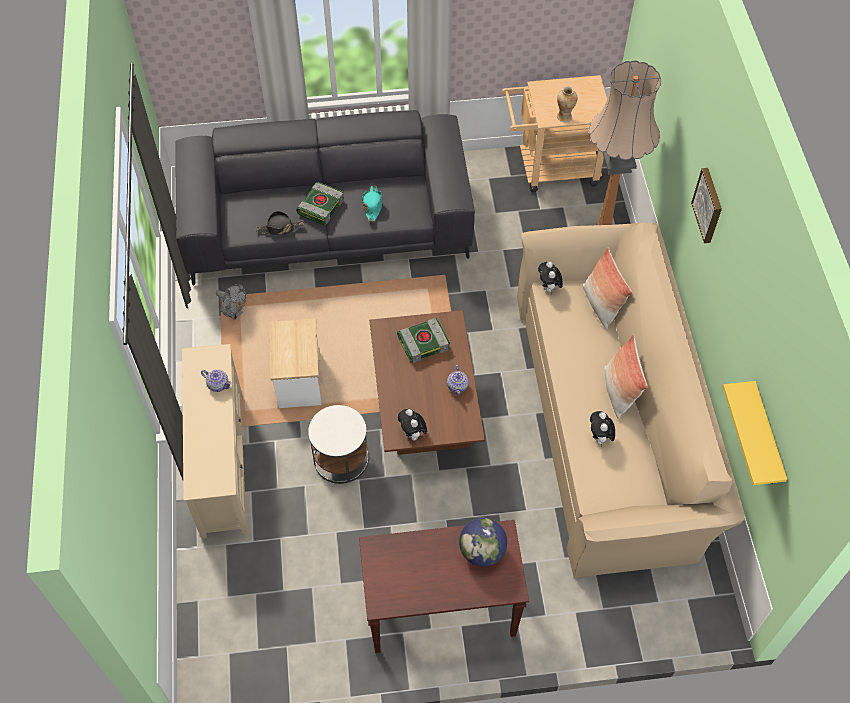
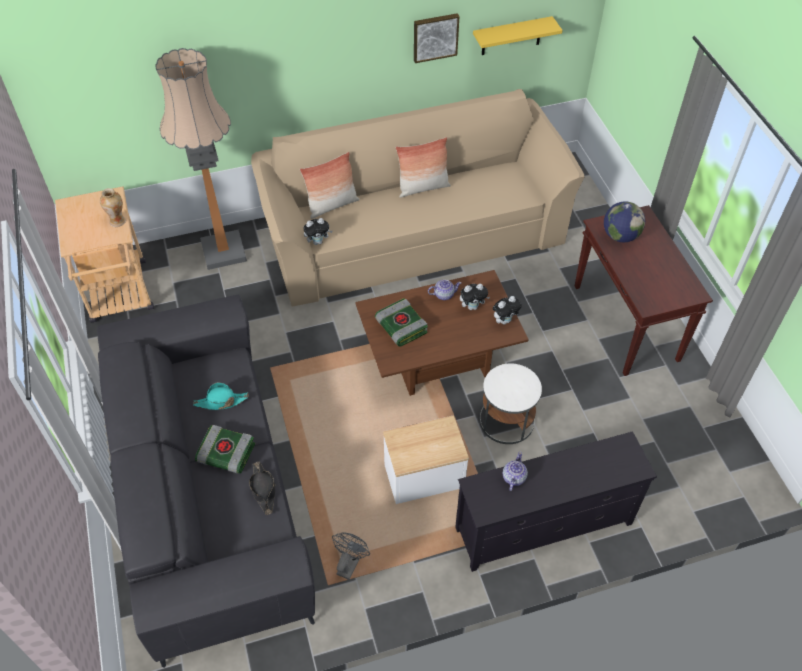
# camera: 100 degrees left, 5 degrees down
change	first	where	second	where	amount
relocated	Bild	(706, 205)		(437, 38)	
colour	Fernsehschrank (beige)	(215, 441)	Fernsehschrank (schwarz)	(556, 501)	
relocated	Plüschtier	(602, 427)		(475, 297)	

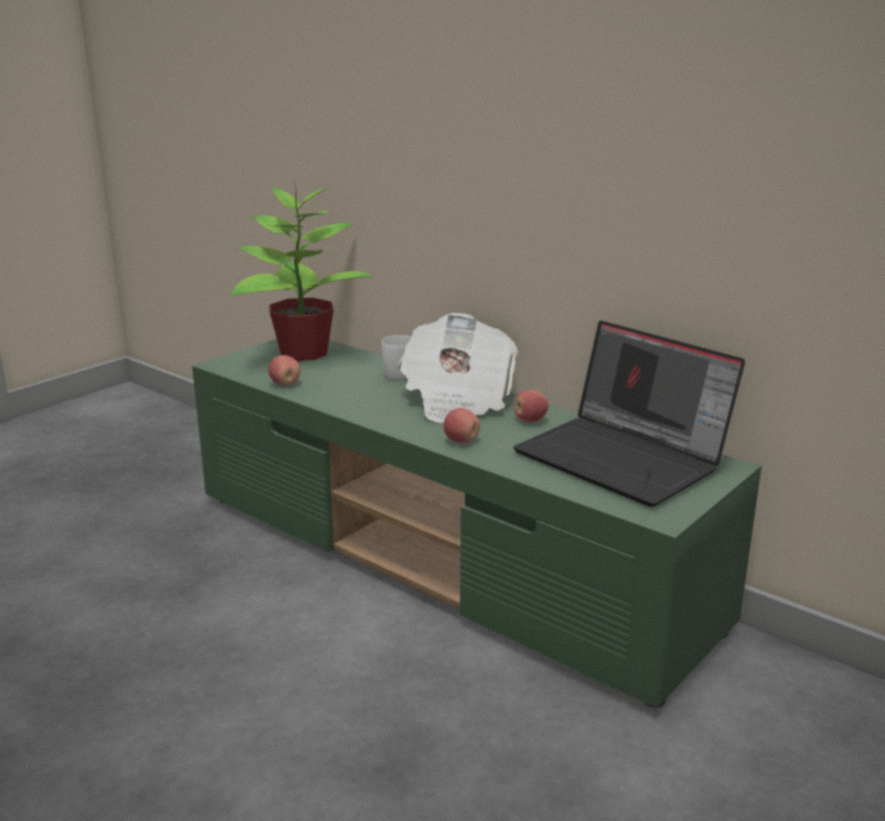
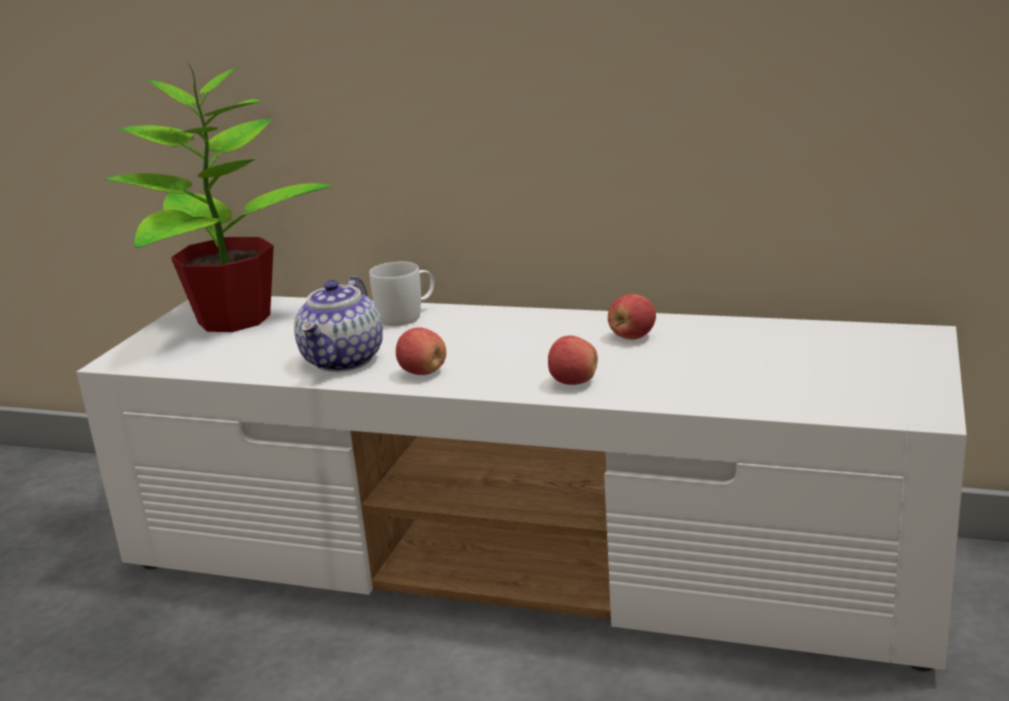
# camera: 20 degrees left, 0 degrees up
change	first	where	second	where	amount
missing	Zeitung	(458, 368)			
missing	Laptop	(629, 414)			
colour	Fernsehschrank (grün)	(477, 523)	Fernsehschrank (weiß)	(522, 483)	
relocated	Apfel	(284, 370)		(421, 351)	
appeared			Teekanne	(338, 324)	

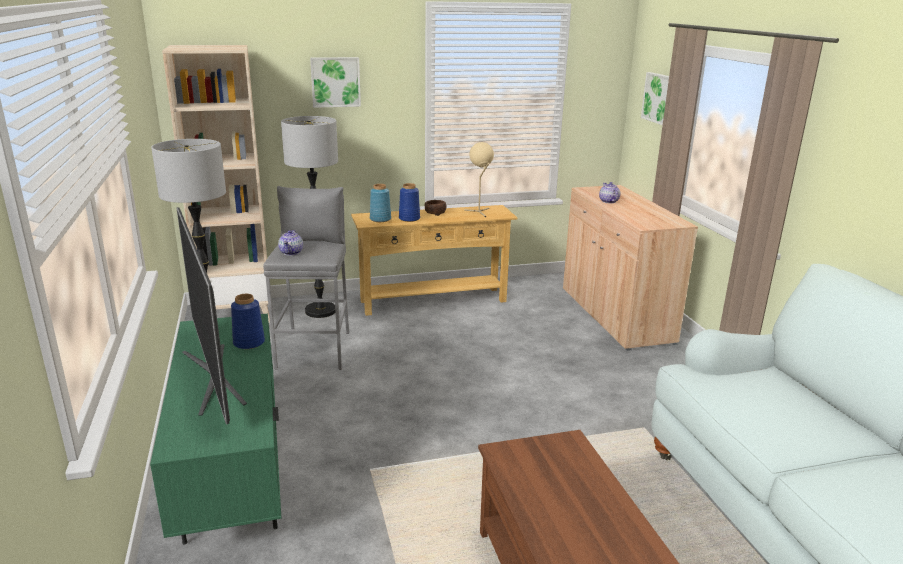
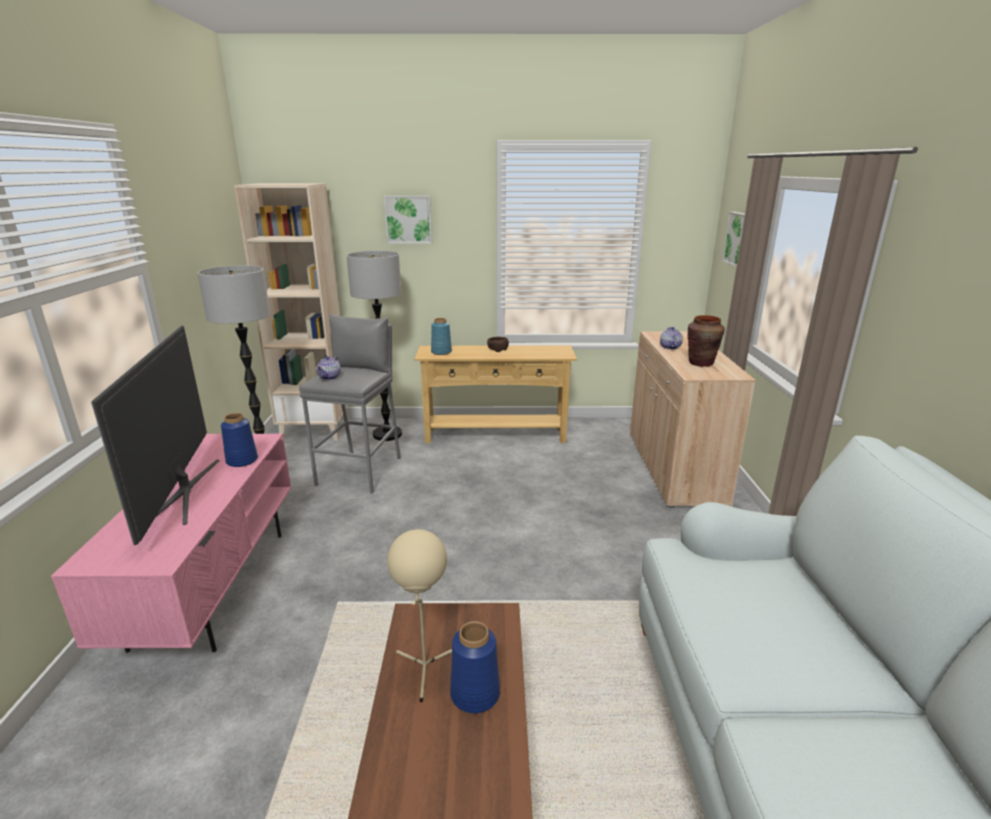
# camera: 15 degrees right, 0 degrees up
change	first	where	second	where	amount
relocated	Tischlampe (beige)	(479, 179)		(419, 615)	
relocated	Vase (blau)	(409, 202)		(475, 667)	
colour	Fernsehschrank (grün)	(215, 429)	Fernsehschrank (rosa)	(171, 543)	
appeared			Vase (braun)	(706, 341)	

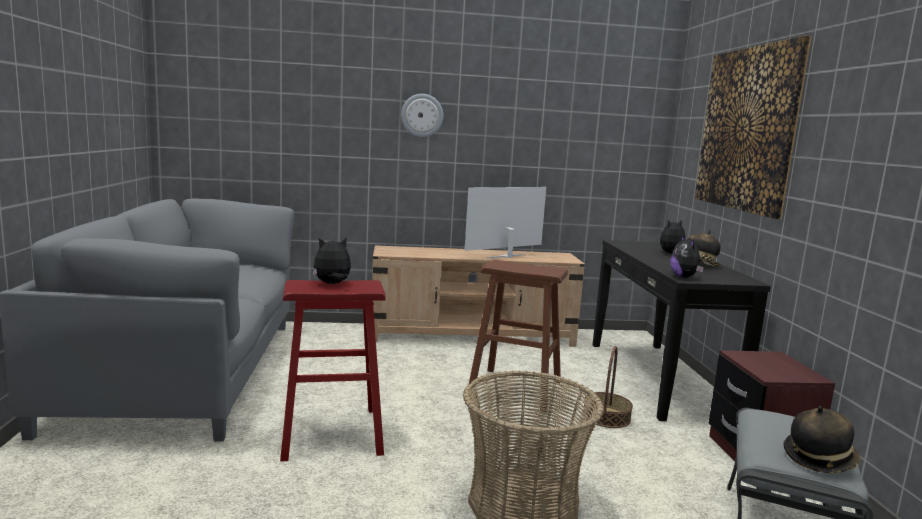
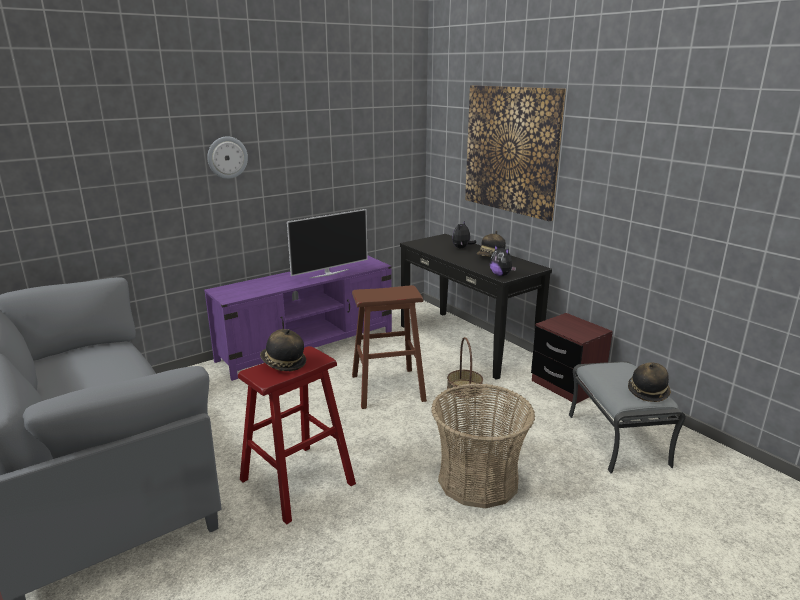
# camera: 30 degrees left, 10 degrees up
change	first	where	second	where	amount
spun	Fernseher	(505, 223)		(327, 244)	150 degrees counterclockwise
exchanged	Plüschtier	(332, 261)	Hut	(283, 350)	
colour	Fernsehschrank (beige)	(478, 296)	Fernsehschrank (lila)	(298, 318)	

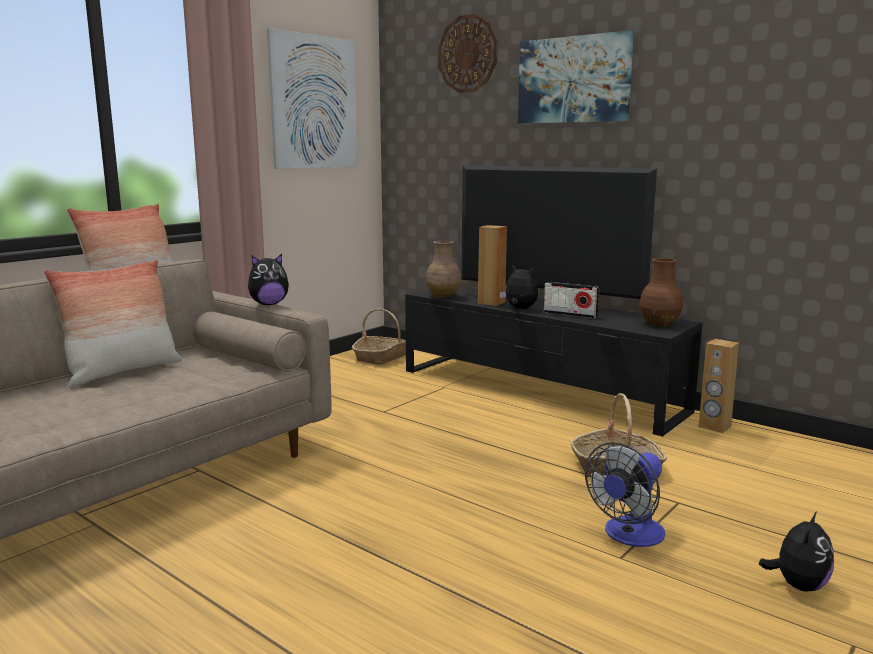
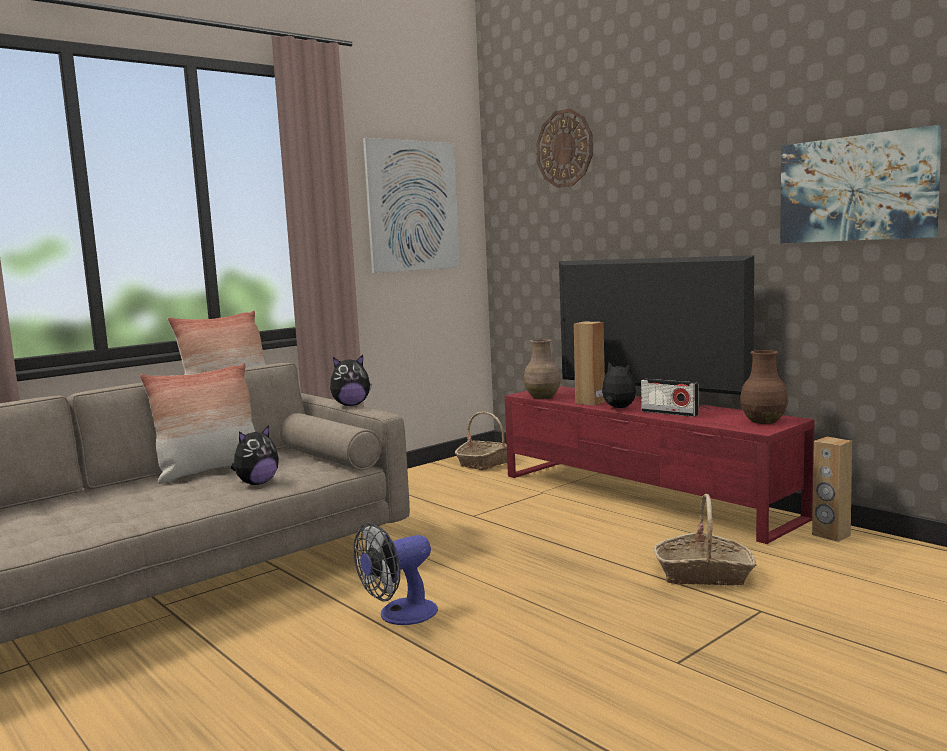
# camera: 10 degrees right, 5 degrees down
change	first	where	second	where	amount
relocated	Bild	(576, 77)		(861, 184)	
colour	Fernsehschrank (schwarz)	(554, 361)	Fernsehschrank (rot)	(660, 465)	
relocated	Ventilator	(625, 494)		(396, 573)	
relocated	Plüschtier	(796, 551)		(255, 455)	

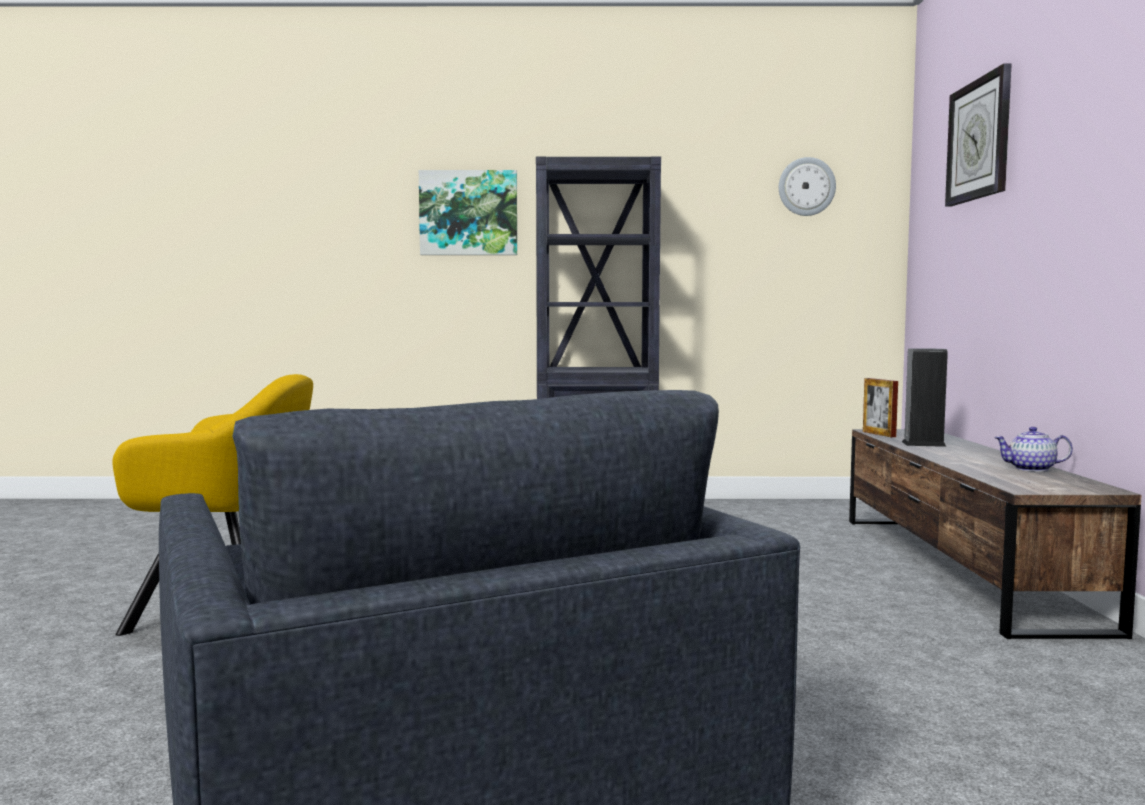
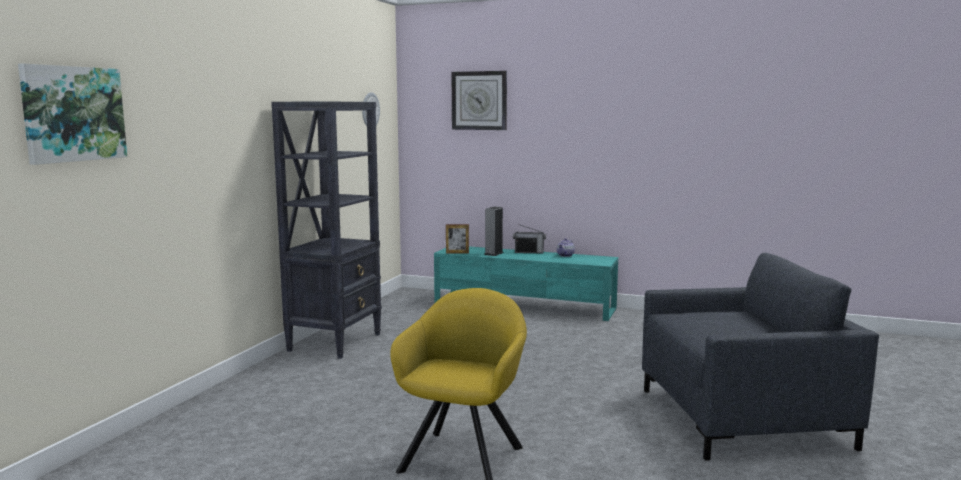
# camera: 70 degrees left, 5 degrees up
change	first	where	second	where	amount
relocated	Bild	(468, 212)		(72, 114)	
colour	Fernsehschrank (braun)	(995, 534)	Fernsehschrank (türkis)	(526, 283)	
appeared			Radio	(529, 238)	

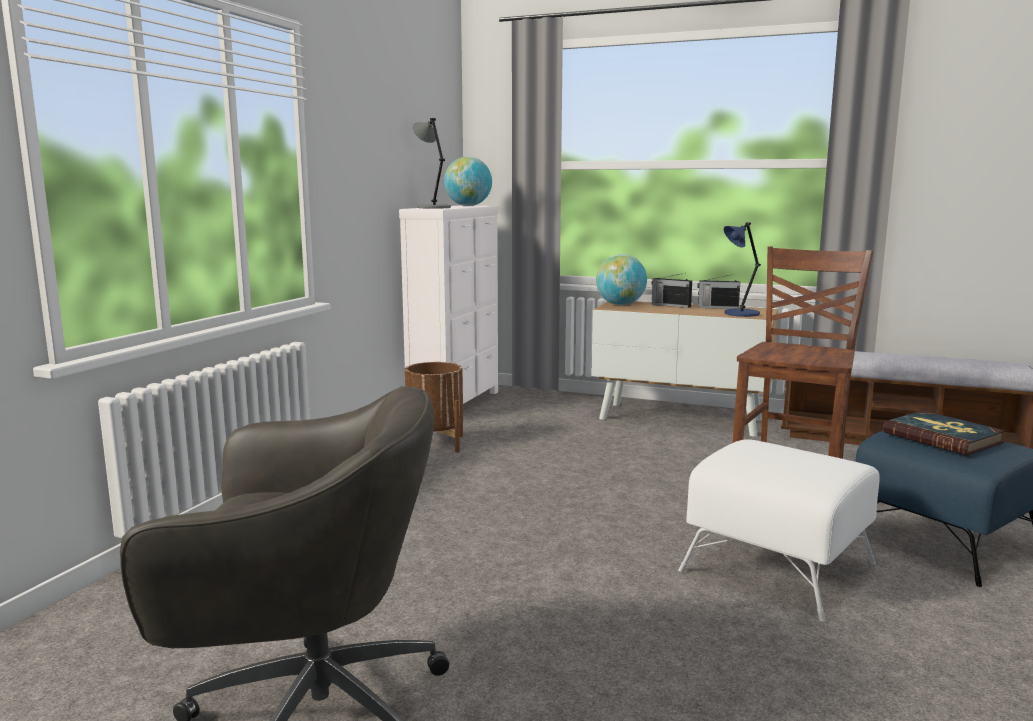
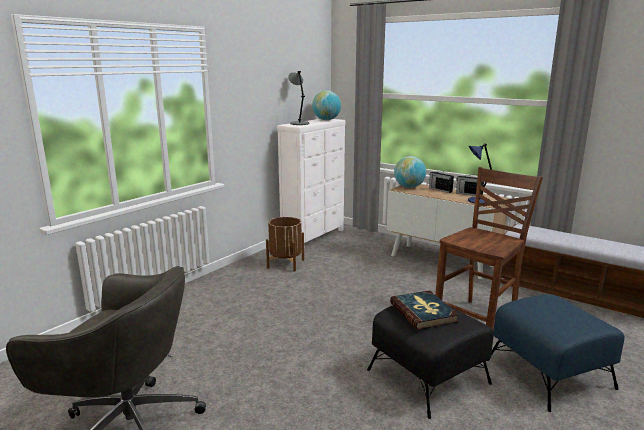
# camera: 15 degrees right, 5 degrees up
change	first	where	second	where	amount
relocated	Buch	(944, 433)		(424, 310)	
colour	Polsterhocker (weiß)	(779, 530)	Polsterhocker (schwarz)	(430, 362)	

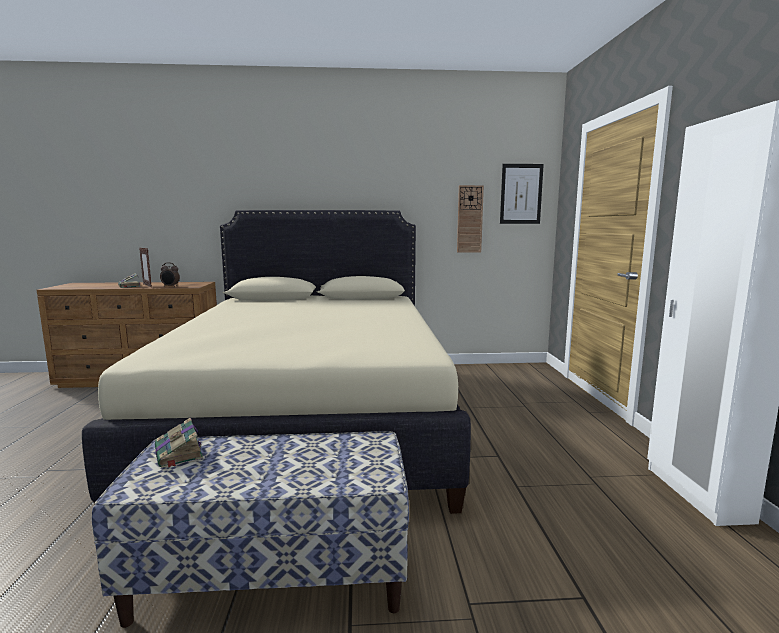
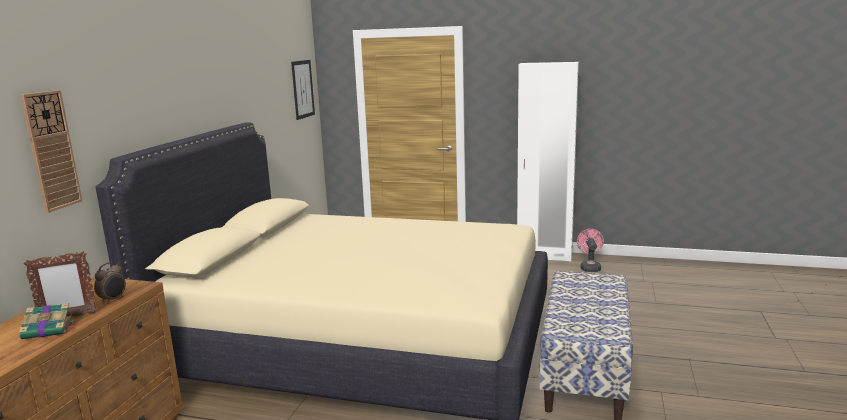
# camera: 70 degrees left, 5 degrees up
change	first	where	second	where	amount
relocated	Wanduhr	(470, 219)		(51, 151)	
missing	Buch	(179, 442)			
appeared			Ventilator (rosa)	(590, 250)	

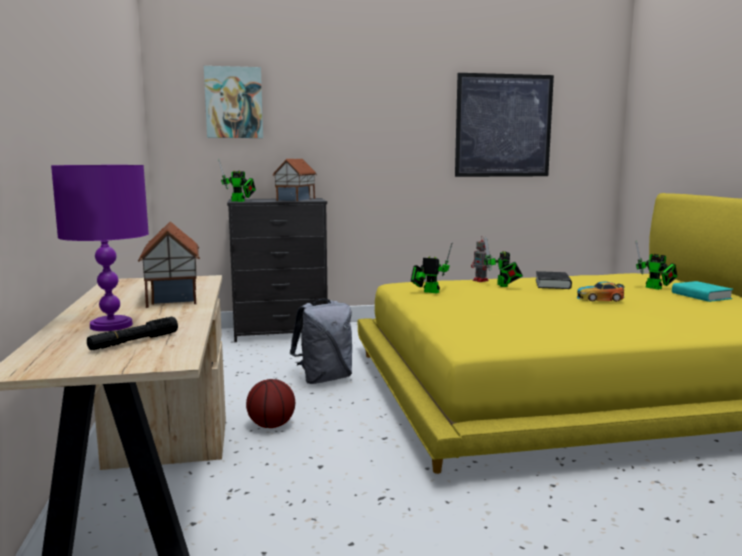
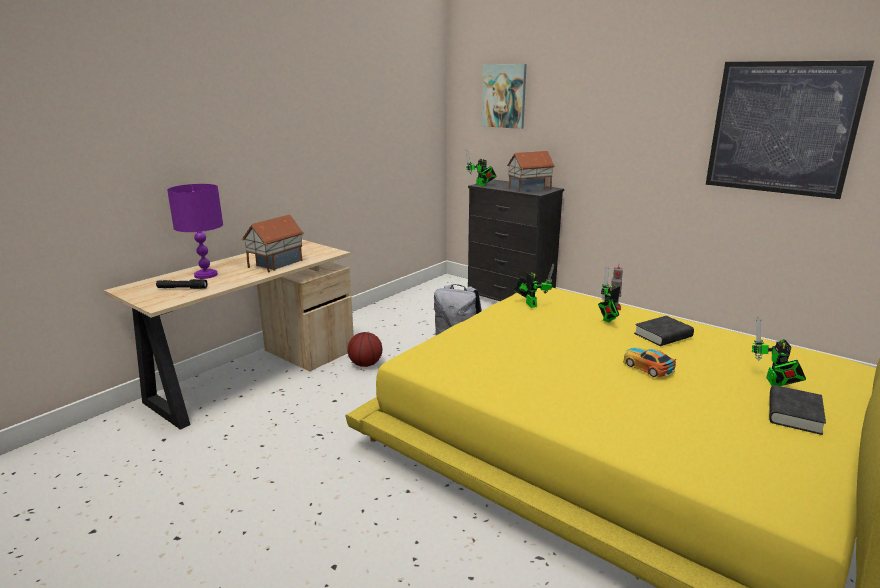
# camera: 50 degrees right, 10 degrees up
change	first	where	second	where	amount
colour	Buch (türkis)	(702, 291)	Buch (schwarz)	(797, 410)	

